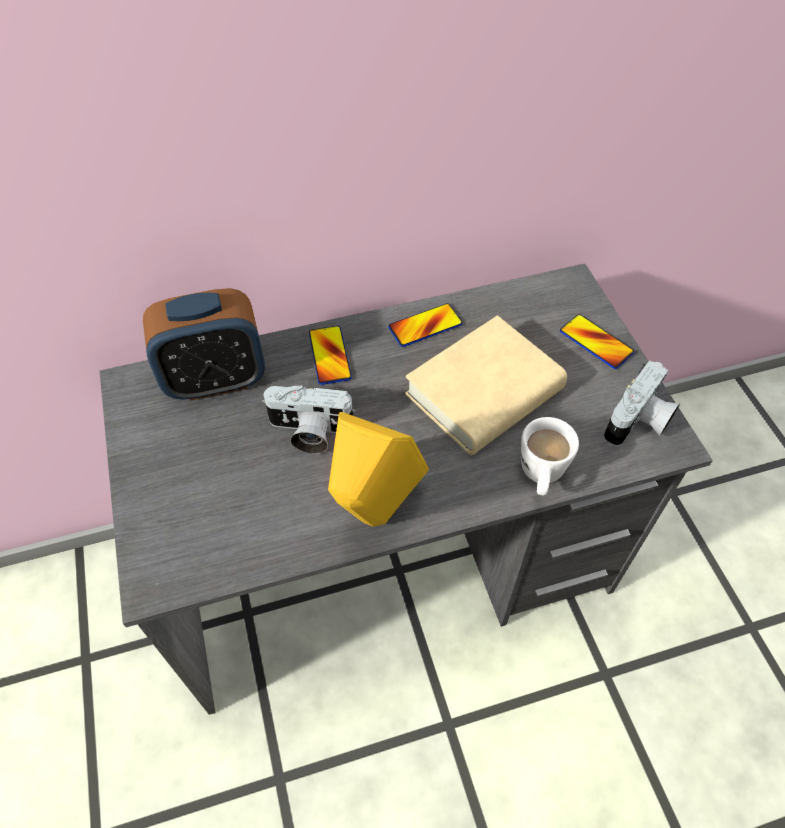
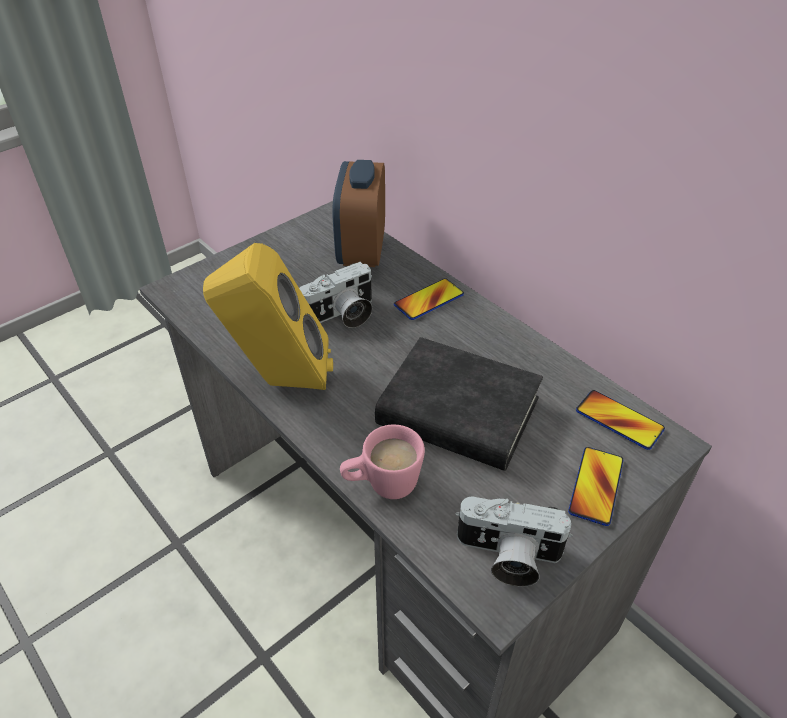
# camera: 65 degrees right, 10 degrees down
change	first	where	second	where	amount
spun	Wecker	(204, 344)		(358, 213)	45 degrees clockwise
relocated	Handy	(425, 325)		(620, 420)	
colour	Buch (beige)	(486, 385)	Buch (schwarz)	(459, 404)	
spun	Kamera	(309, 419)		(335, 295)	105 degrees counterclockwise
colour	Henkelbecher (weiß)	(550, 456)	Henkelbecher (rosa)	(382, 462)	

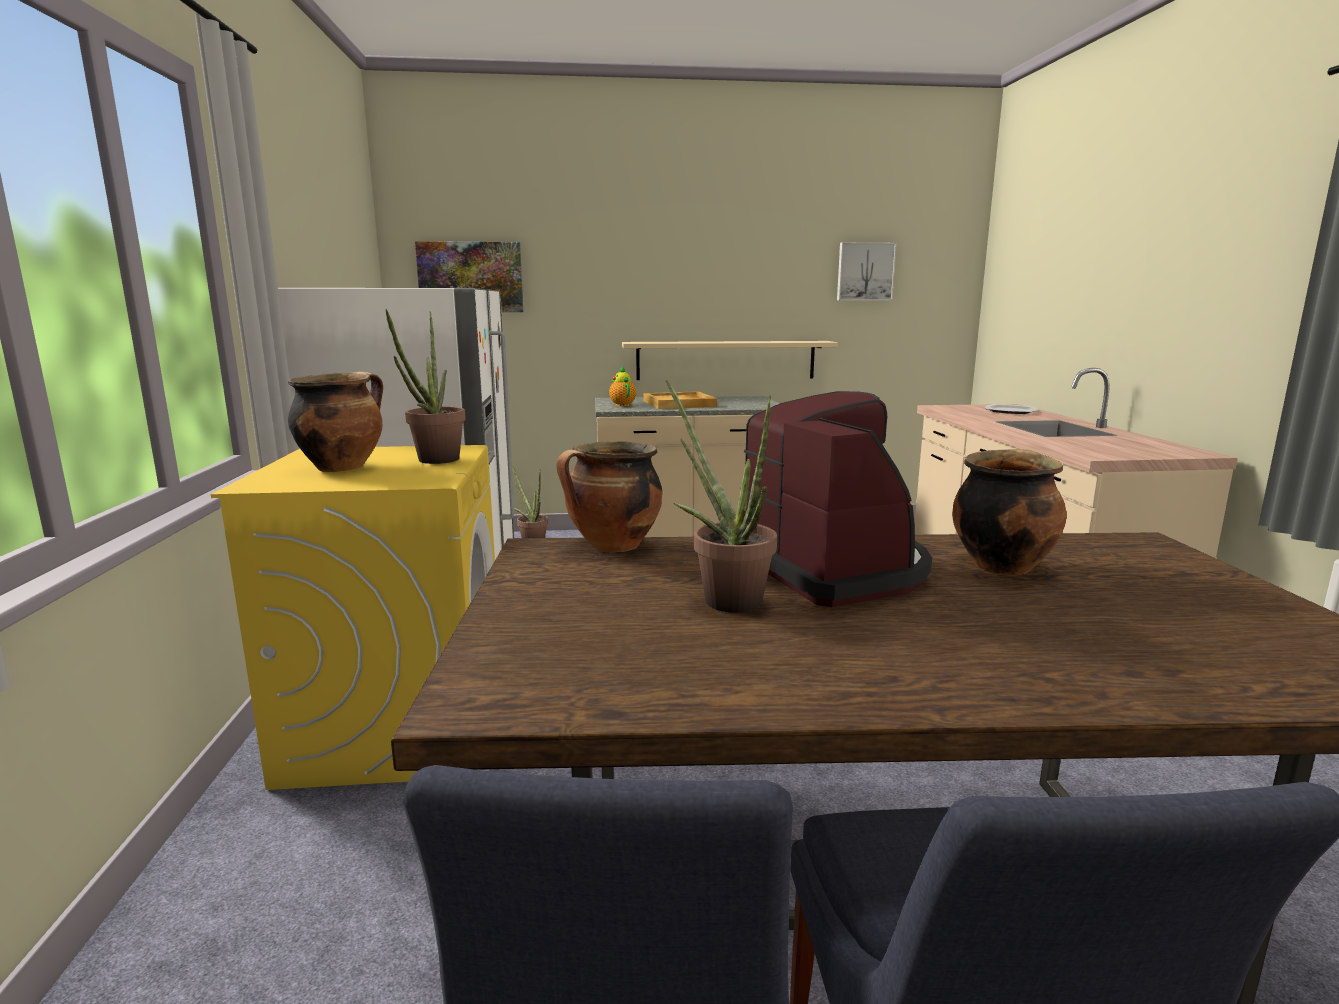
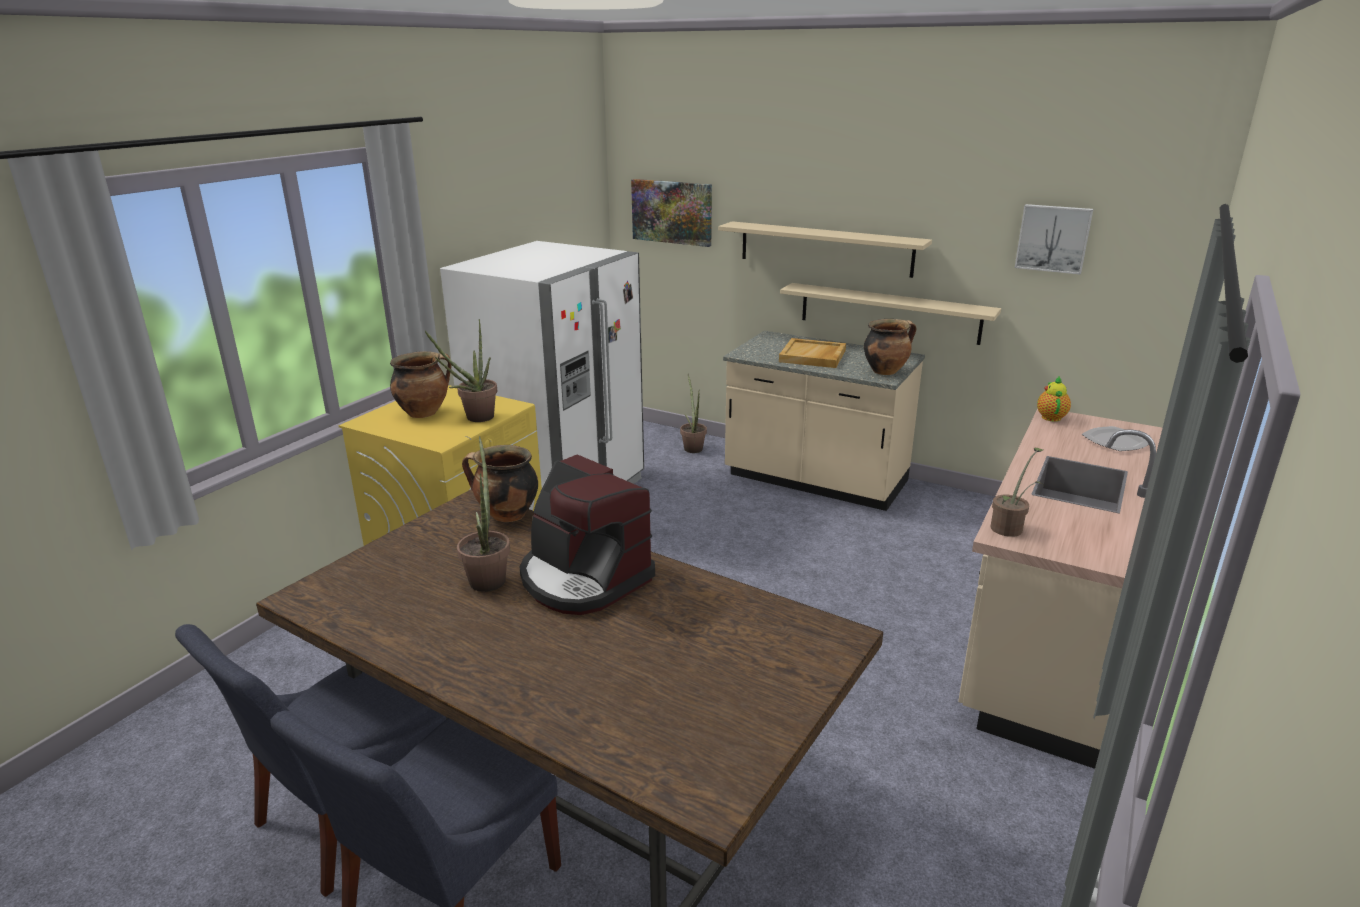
# camera: 35 degrees right, 10 degrees up
change	first	where	second	where	amount
relocated	Teekanne	(622, 386)		(1054, 399)	
spun	Kaffeemaschine	(838, 499)		(587, 534)	120 degrees clockwise
relocated	Kochtopf	(1009, 512)		(890, 347)	
appeared			Wandregal (beige)	(825, 249)	
appeared			Topfpflanze	(1017, 492)	

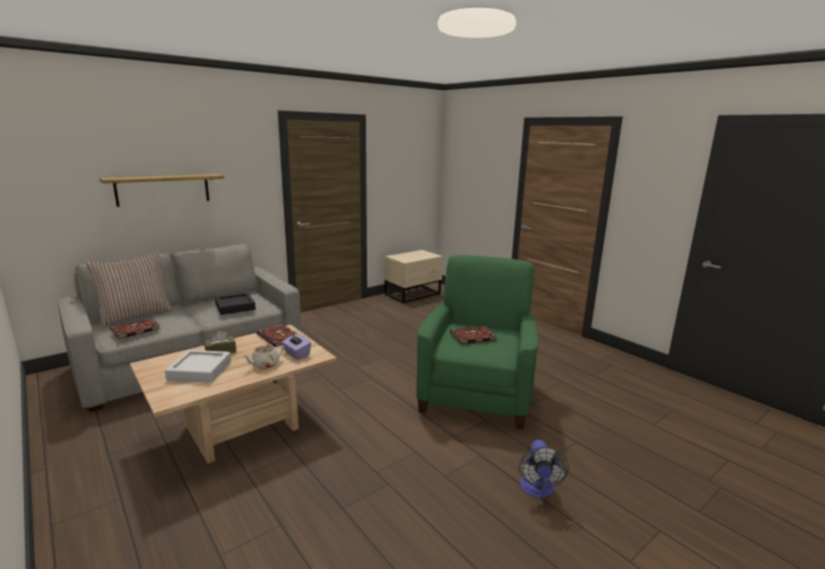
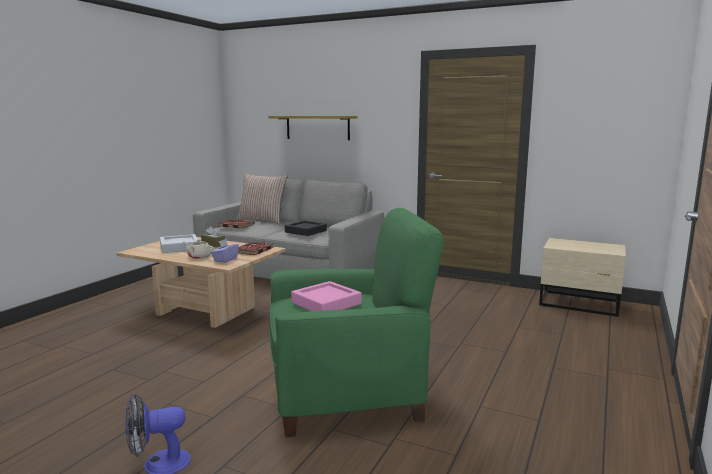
# camera: 65 degrees right, 5 degrees down
change	first	where	second	where	amount
exchanged	Buch	(473, 335)	Tablett (rosa)	(326, 296)	

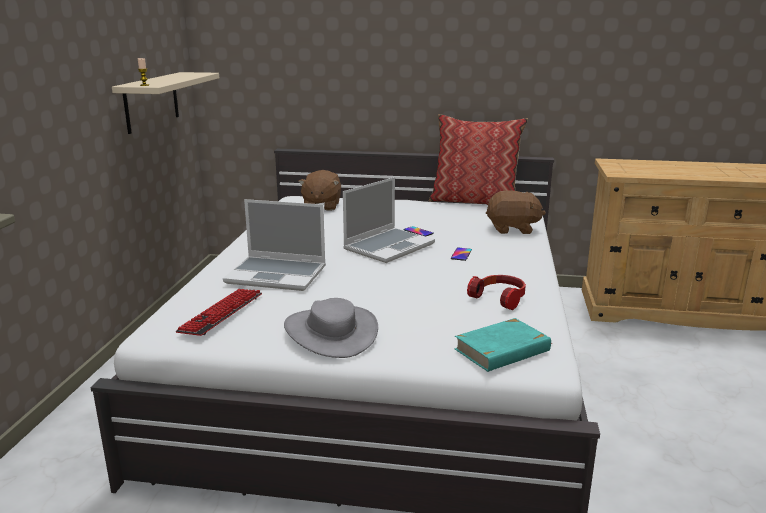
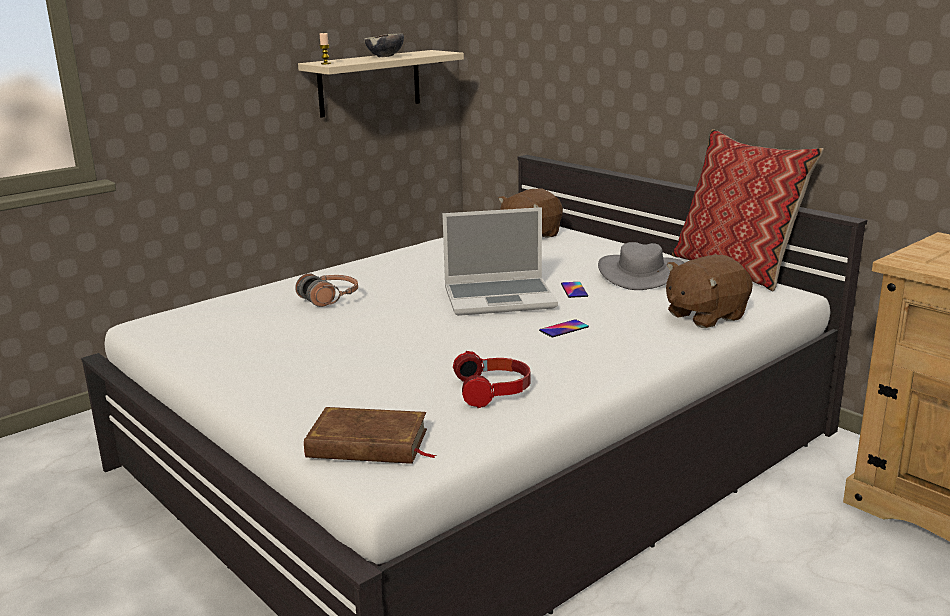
# camera: 40 degrees right, 0 degrees up
change	first	where	second	where	amount
spun	Plüschtier (braun)	(516, 212)		(709, 291)	105 degrees clockwise
exchanged	Laptop	(274, 245)	Kopfhörer	(326, 290)	
missing	Tastatur	(218, 312)			
relocated	Hut (grau)	(331, 328)		(641, 266)	
colour	Buch (türkis)	(503, 345)	Buch (braun)	(370, 435)	
appeared			Schüssel	(384, 45)	

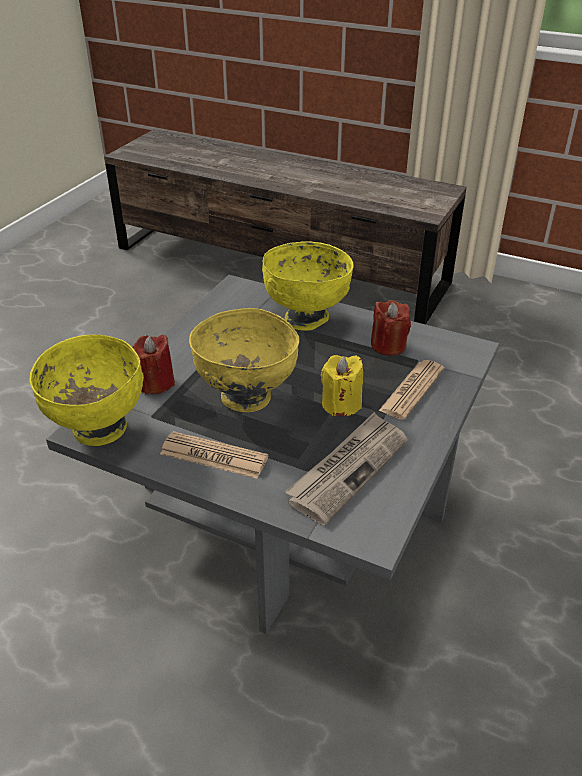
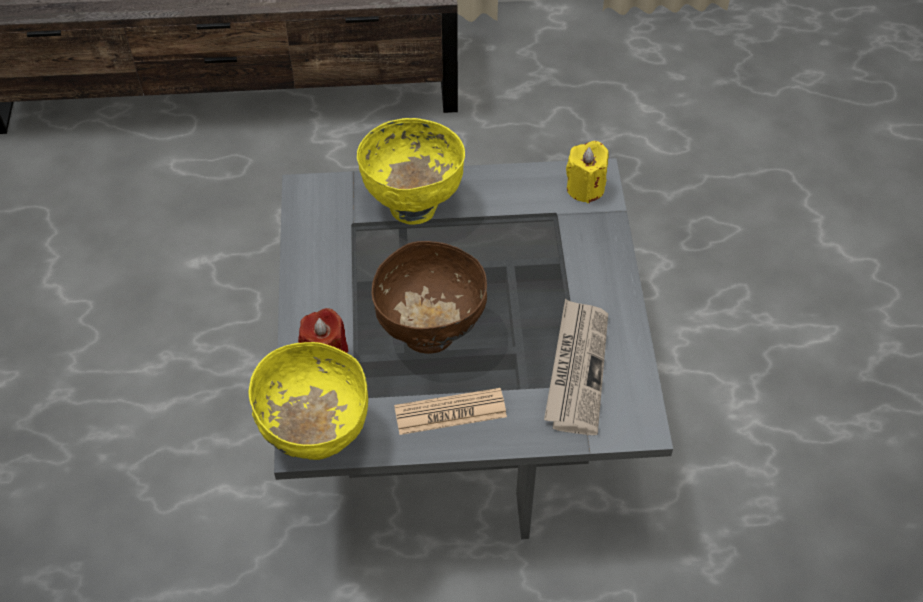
# camera: 30 degrees left, 15 degrees up
change	first	where	second	where	amount
missing	Kerze (rot)	(391, 328)			
colour	Schüssel (gelb)	(244, 360)	Schüssel (braun)	(429, 297)	
relocated	Kerze (gelb)	(342, 385)		(587, 172)	
missing	Zeitung	(411, 390)			

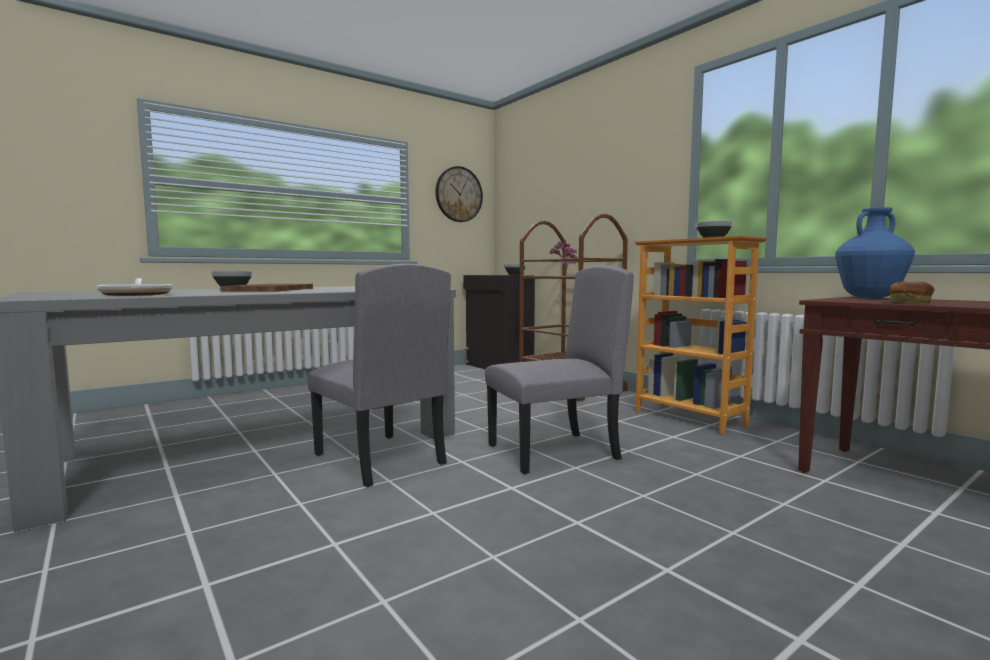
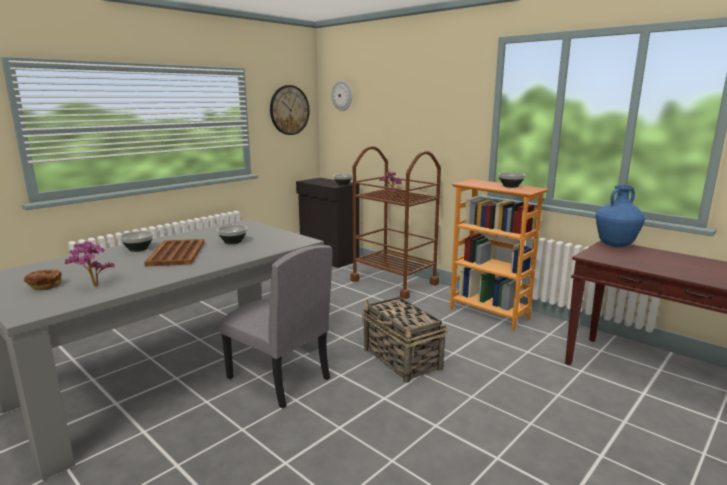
# camera: 10 degrees left, 10 degrees up
change	first	where	second	where	amount
exchanged	Stuhl (grau)	(559, 369)	Korb	(404, 340)	
exchanged	Pfanne	(135, 287)	Topfpflanze	(89, 263)	
relocated	Brot	(911, 293)		(43, 280)	
appeared			Wanduhr	(342, 96)	
appeared			Schüssel	(232, 234)	

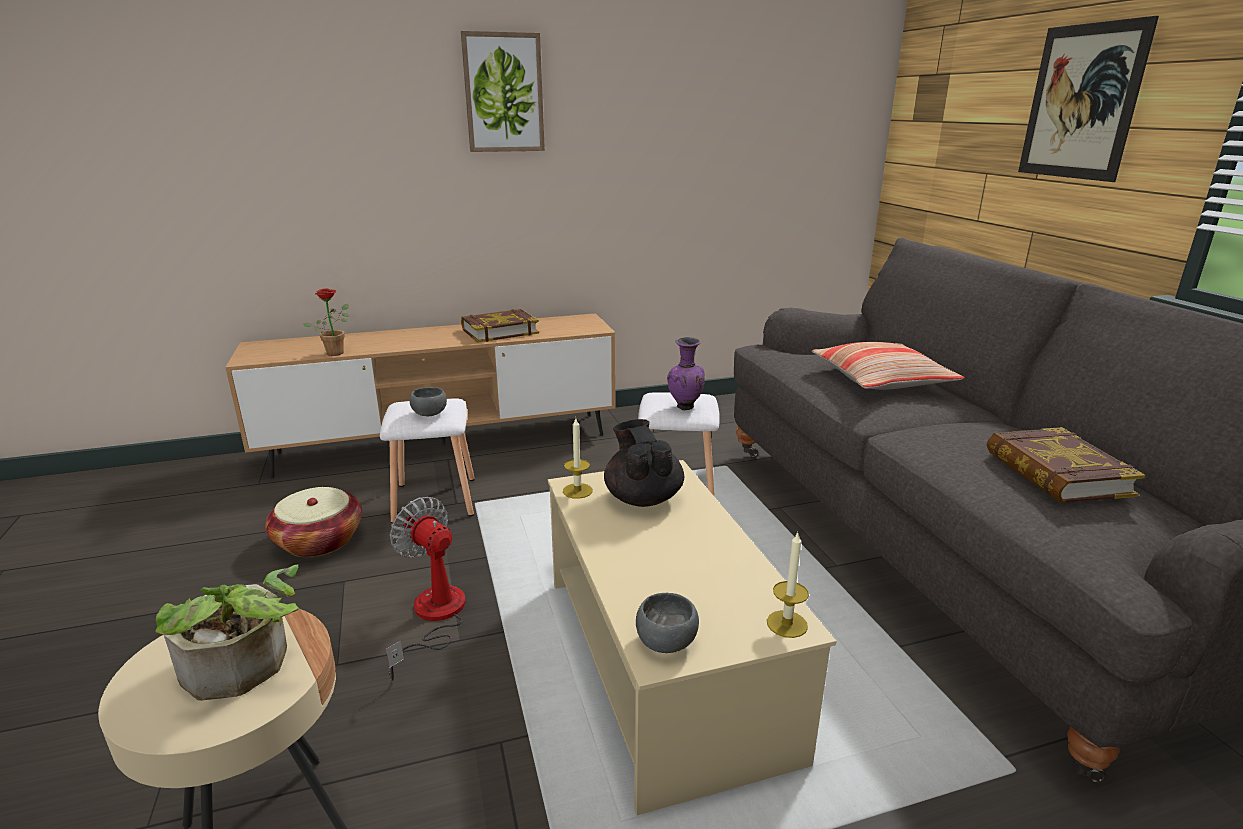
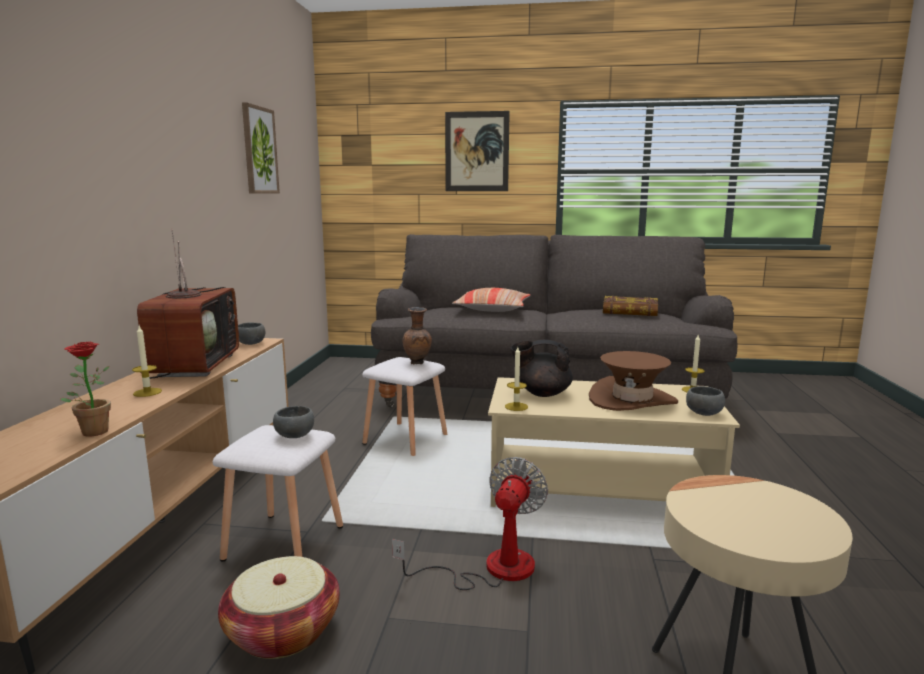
# camera: 65 degrees left, 10 degrees down
change	first	where	second	where	amount
relocated	Bild	(503, 91)		(261, 148)	
exchanged	Buch	(500, 326)	Fernseher	(188, 304)	
colour	Vase (lila)	(686, 373)	Vase (braun)	(417, 336)	
spun	Ventilator	(426, 589)		(470, 523)	135 degrees clockwise
missing	Topfpflanze	(227, 632)			
appeared			Schüssel (grau)	(252, 334)	
appeared			Kerze	(147, 361)	
appeared			Hut (braun)	(633, 381)	

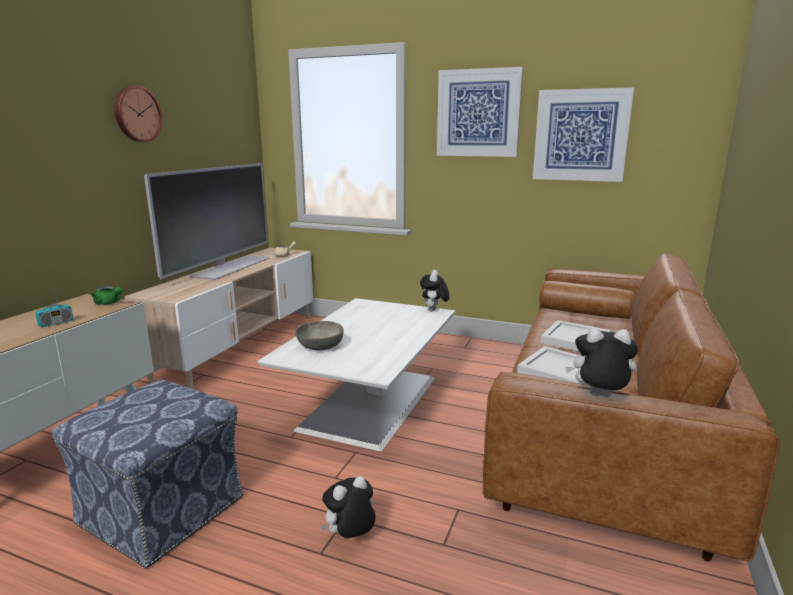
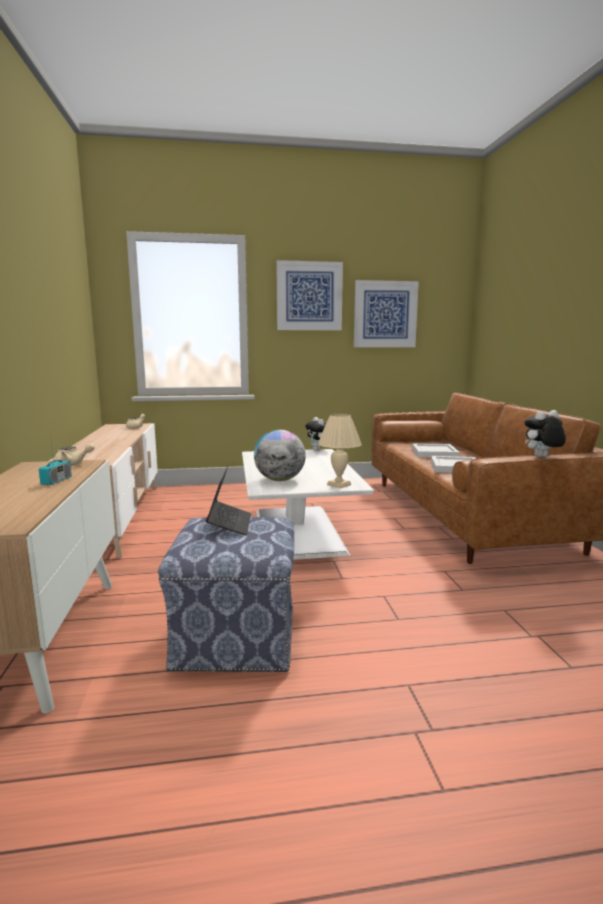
# camera: 30 degrees left, 5 degrees down
change	first	where	second	where	amount
missing	Wanduhr	(138, 114)			
missing	Fernseher	(206, 221)			
colour	Teekanne (grün)	(106, 295)	Teekanne (beige)	(74, 454)	
exchanged	Schüssel (grau)	(319, 335)	Globus	(280, 455)	
missing	Plüschtier	(347, 507)			
appeared			Tischlampe (beige)	(340, 451)	
appeared			Laptop	(228, 500)	

